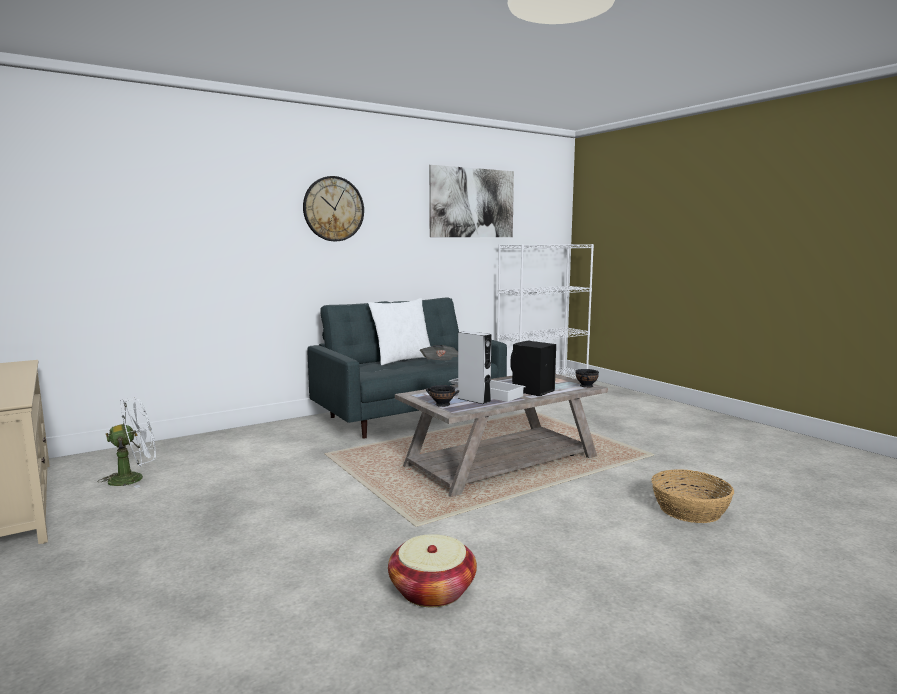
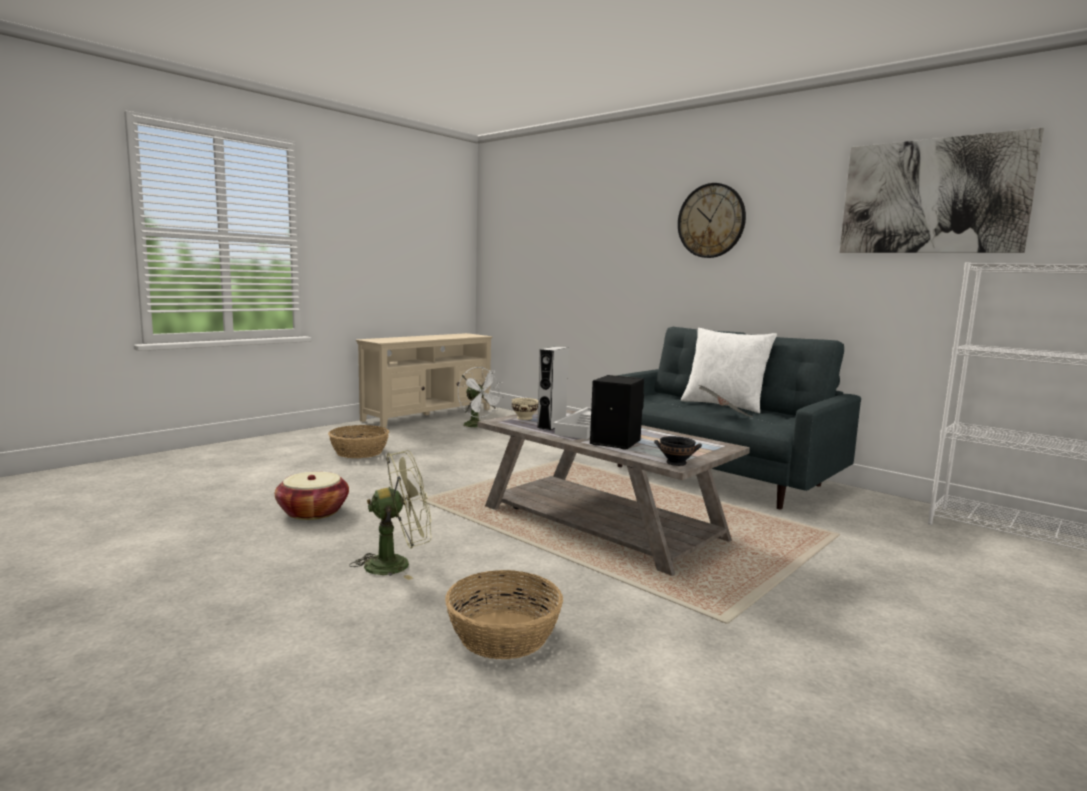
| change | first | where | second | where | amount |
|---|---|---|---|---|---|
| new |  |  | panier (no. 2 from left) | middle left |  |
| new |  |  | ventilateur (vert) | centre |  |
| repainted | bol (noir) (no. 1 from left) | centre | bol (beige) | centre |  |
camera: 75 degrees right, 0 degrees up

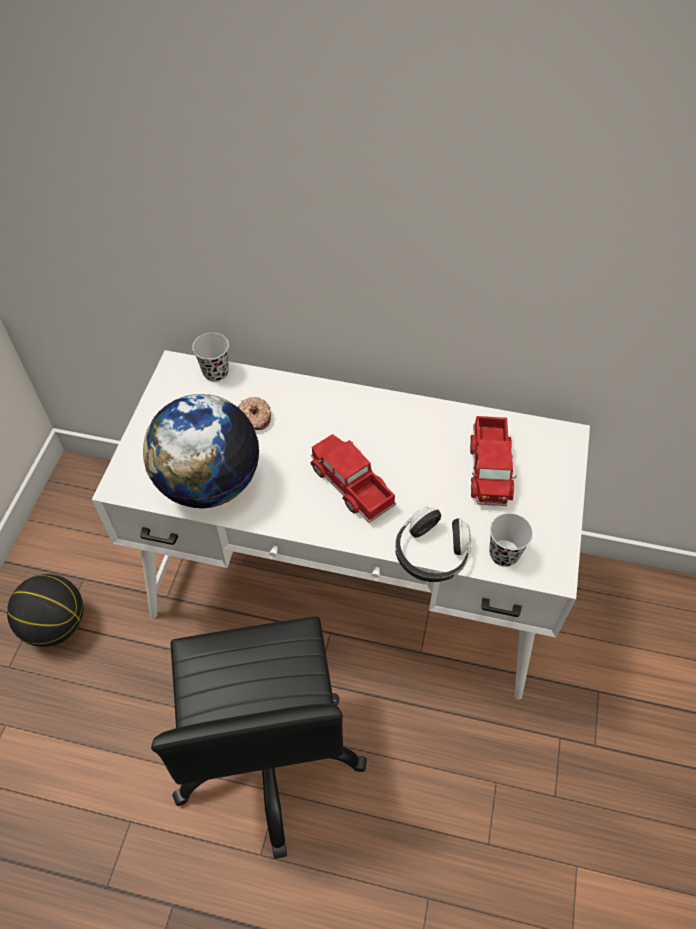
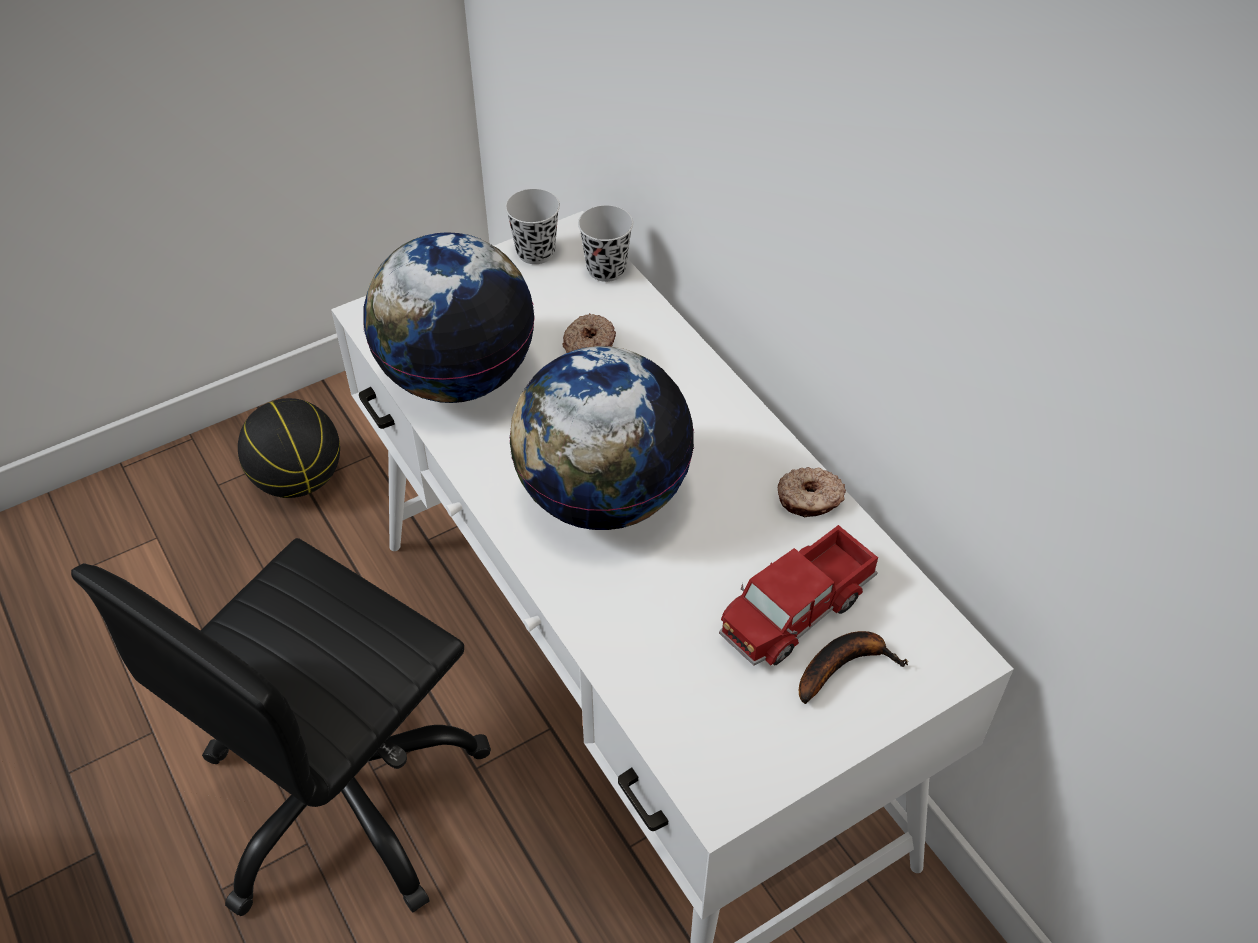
| change | first | where | second | where | amount |
|---|---|---|---|---|---|
| gone | casque audio | centre |  |  |  |
| new |  |  | beignet (no. 2 from left) | centre |  |
| new |  |  | banane | bottom right |  |
| shifted | tasse (noir) (no. 2 from left in the first image) | middle right | tasse (noir) (no. 1 from left) | top centre |  |
| swapped | camion jouet (no. 1 from left) | centre | globe (no. 2 from left) | centre |  |
camera: 45 degrees right, 5 degrees down

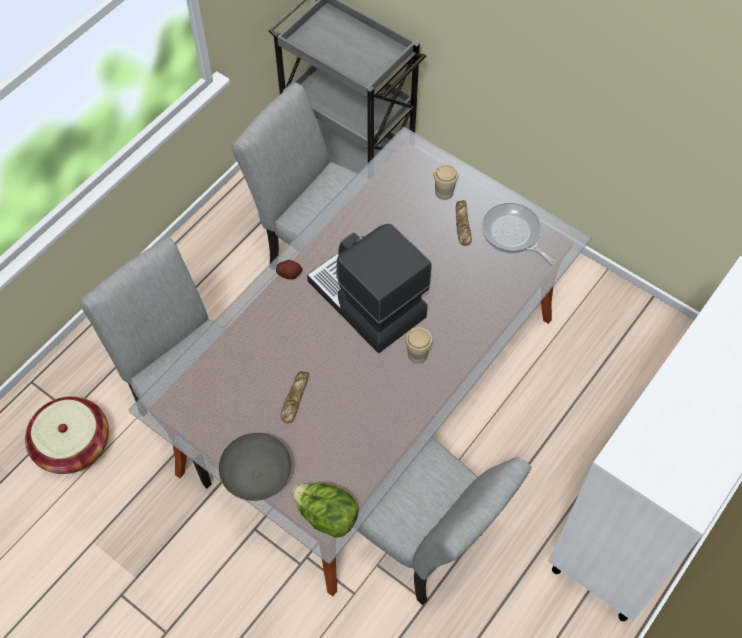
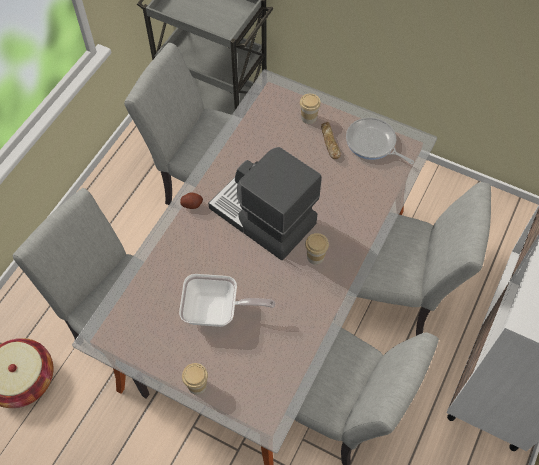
| change | first | where | second | where | amount |
|---|---|---|---|---|---|
| gone | laitue | bottom centre |  |  |  |
| new |  |  | chaise (gris) (no. 4 from left) | middle right |  |
| swapped | bol (gris) | bottom centre | tasse (no. 1 from left) | bottom centre |  |
| swapped | pain (no. 1 from left) | centre | poêle (no. 1 from left) | centre |  |
camera: 10 degrees left, 0 degrees up

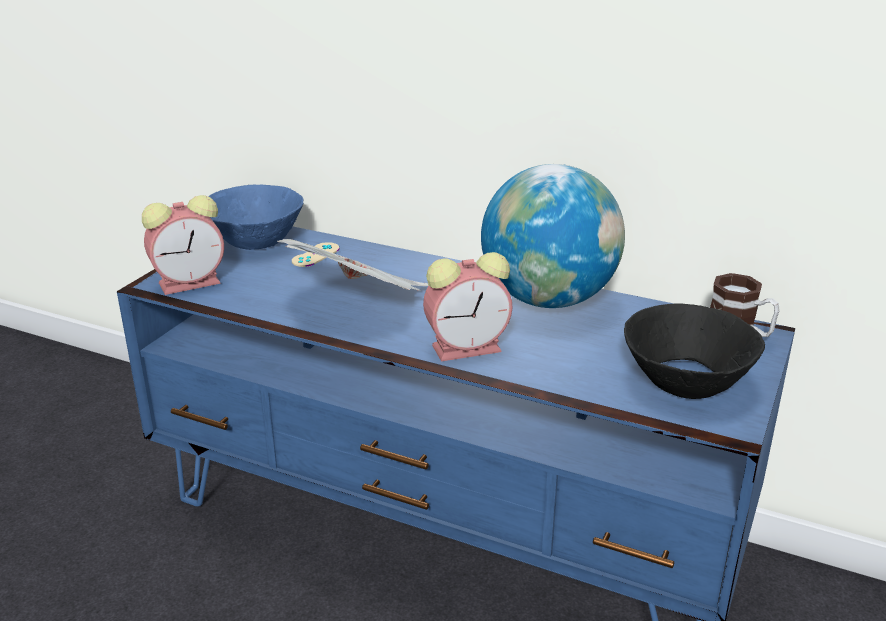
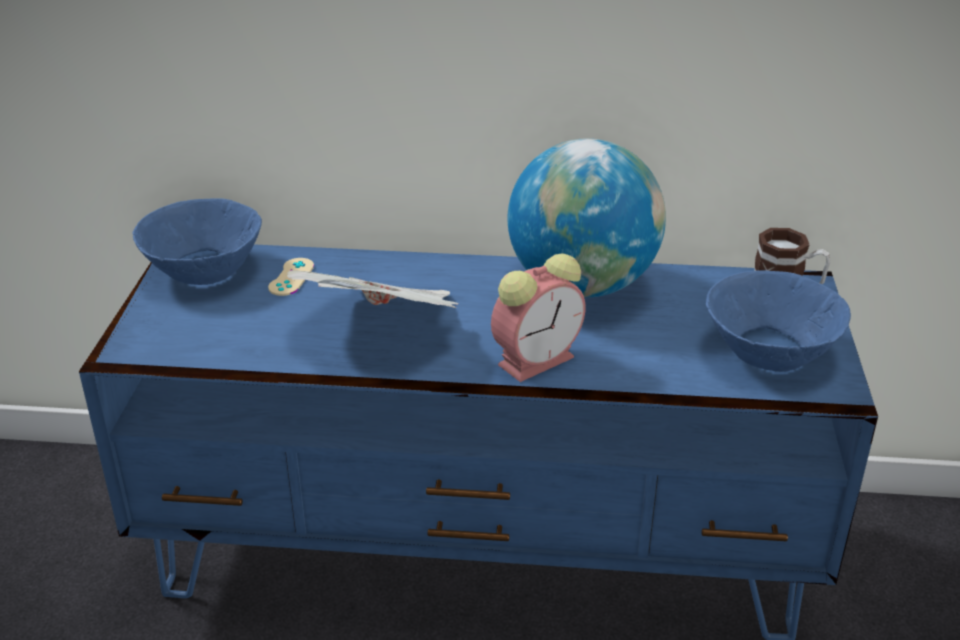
| change | first | where | second | where | amount |
|---|---|---|---|---|---|
| gone | réveil (no. 1 from left) | middle left |  |  |  |
| repainted | bol (noir) | middle right | bol (bleu) (no. 2 from left) | middle right |  |
camera: 20 degrees left, 5 degrees up

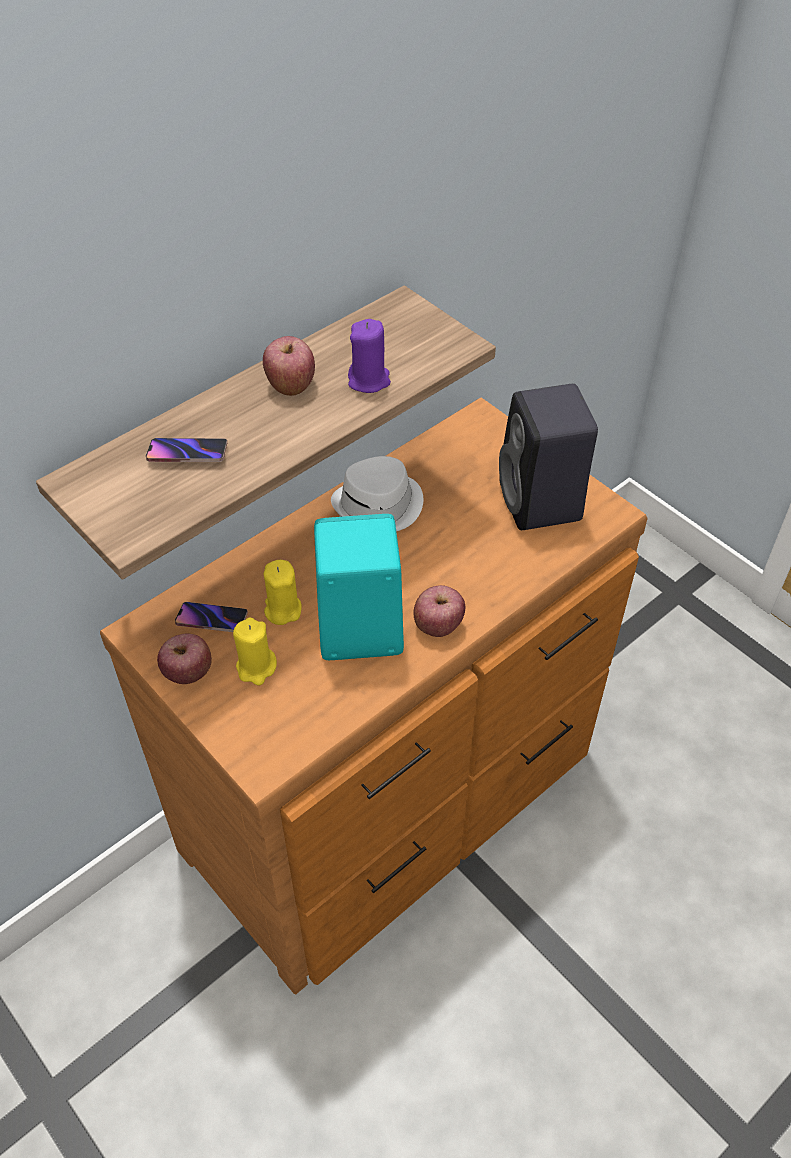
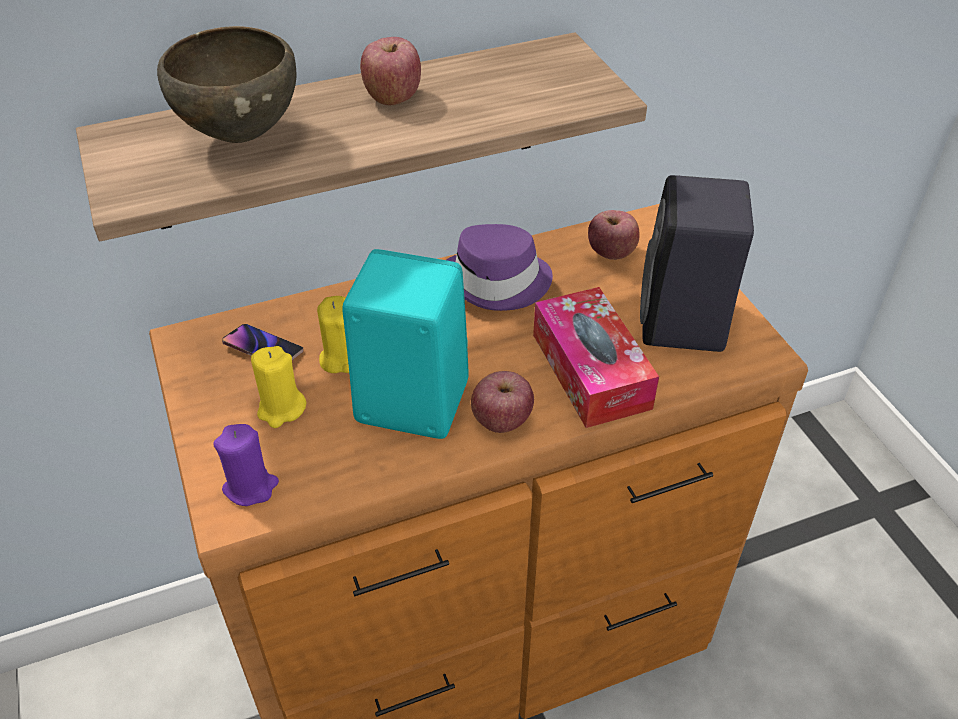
| change | first | where | second | where | amount |
|---|---|---|---|---|---|
| new |  |  | boîte à mouchoirs | centre |  |
| shifted | pomme (no. 1 from left in the first image) | middle left | pomme (no. 3 from left) | top centre |  |
| shifted | bougie (violet) | top centre |  | middle left |  |
| swapped | téléphone (no. 1 from left) | middle left | bol (marron) | top left |  |
| repainted | chapeau (blanc) | centre | chapeau (violet) | centre |  |
camera: 20 degrees right, 5 degrees down

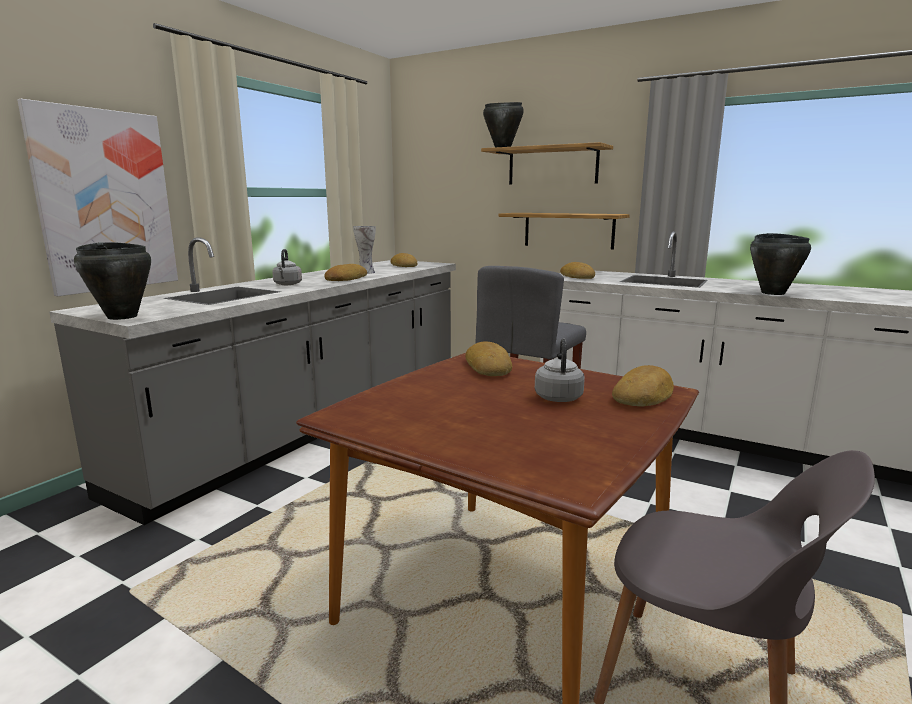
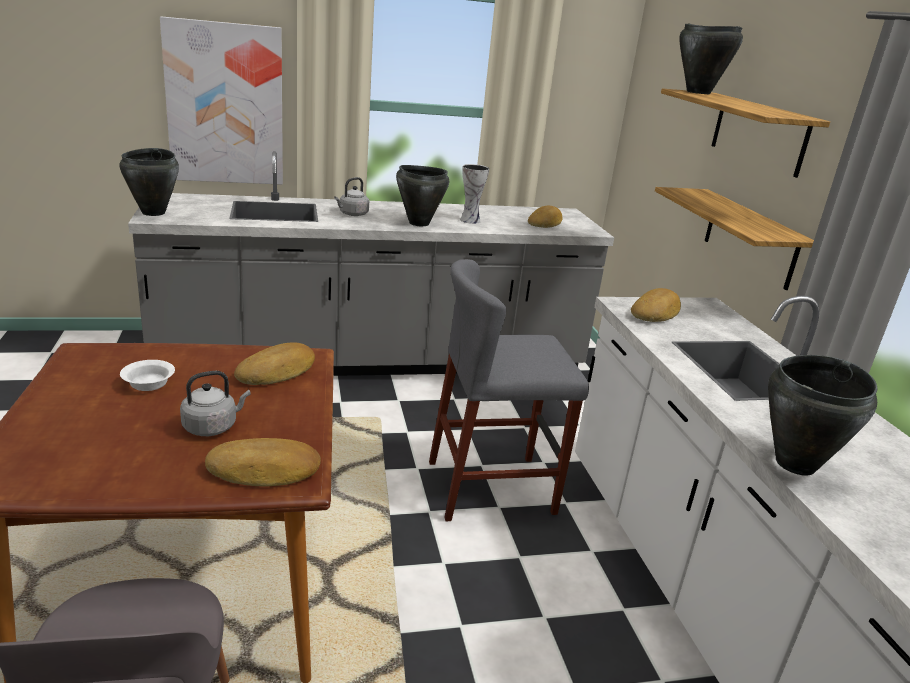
| change | first | where | second | where | amount |
|---|---|---|---|---|---|
| new |  |  | bol (blanc) | middle left |  |
| swapped | pain (no. 1 from left) | centre | marmite (noir) (no. 2 from left) | top centre |  |
camera: 45 degrees right, 10 degrees up

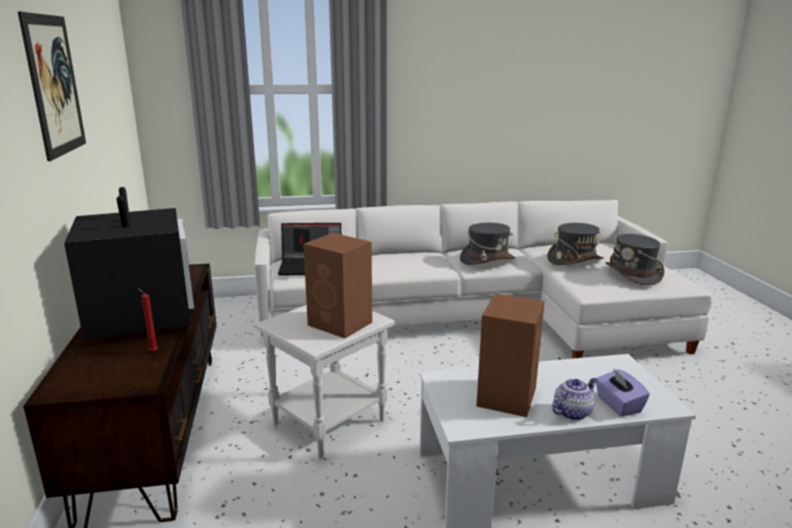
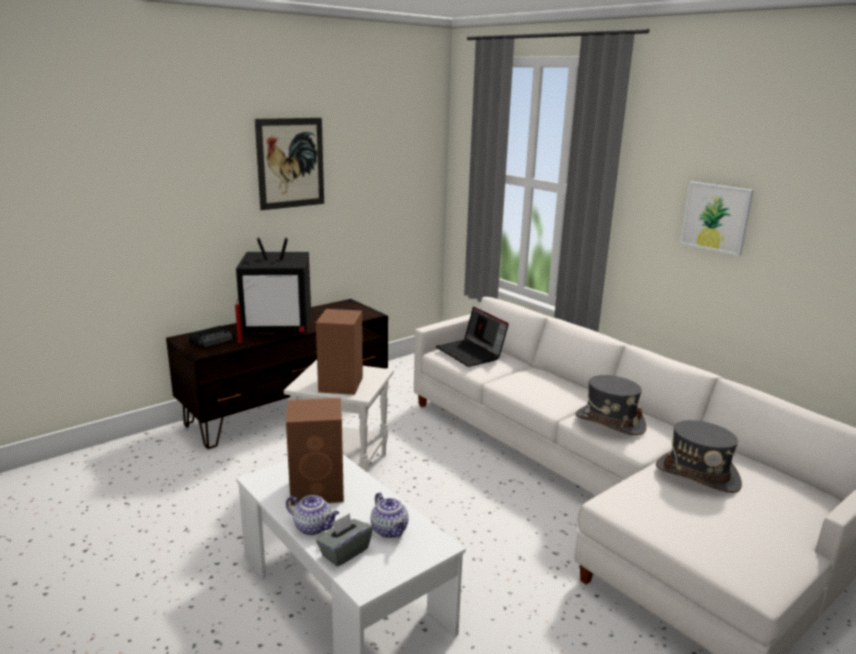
| change | first | where | second | where | amount |
|---|---|---|---|---|---|
| gone | chapeau (gris) (no. 3 from left) | middle right |  |  |  |
| new |  |  | radio | middle left |  |
| new |  |  | théière (no. 2 from left) | bottom centre |  |
| new |  |  | tableau (no. 2 from left) | middle right |  |
| repainted | boîte à mouchoirs (violet) | bottom right | boîte à mouchoirs (gris) | bottom centre |  |
| rotated | téléviseur | middle left |  | middle left | 45 degrees clockwise |
camera: 60 degrees right, 0 degrees up

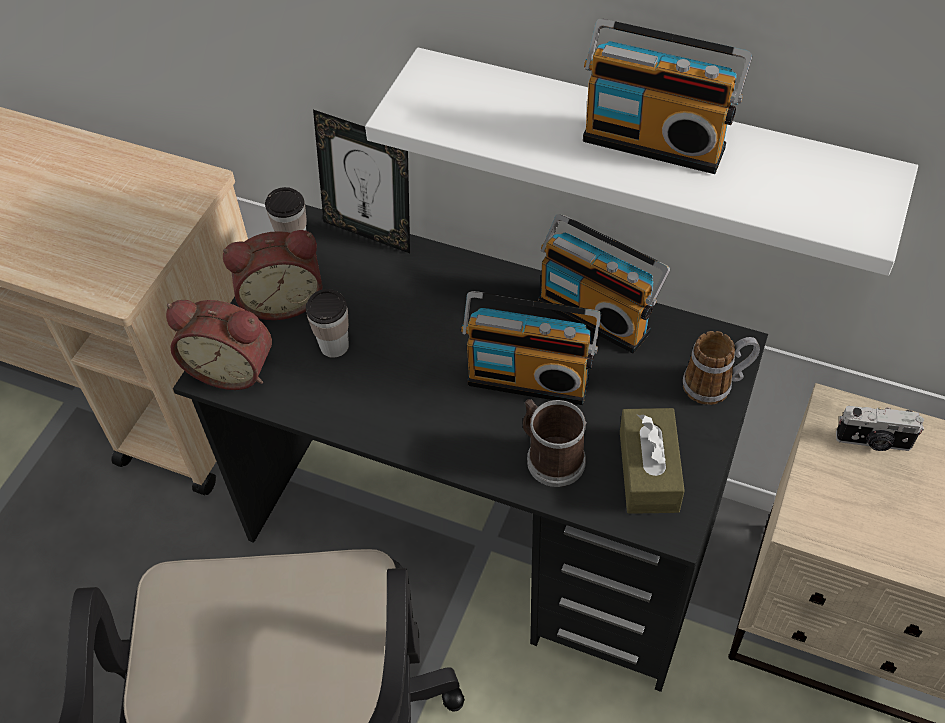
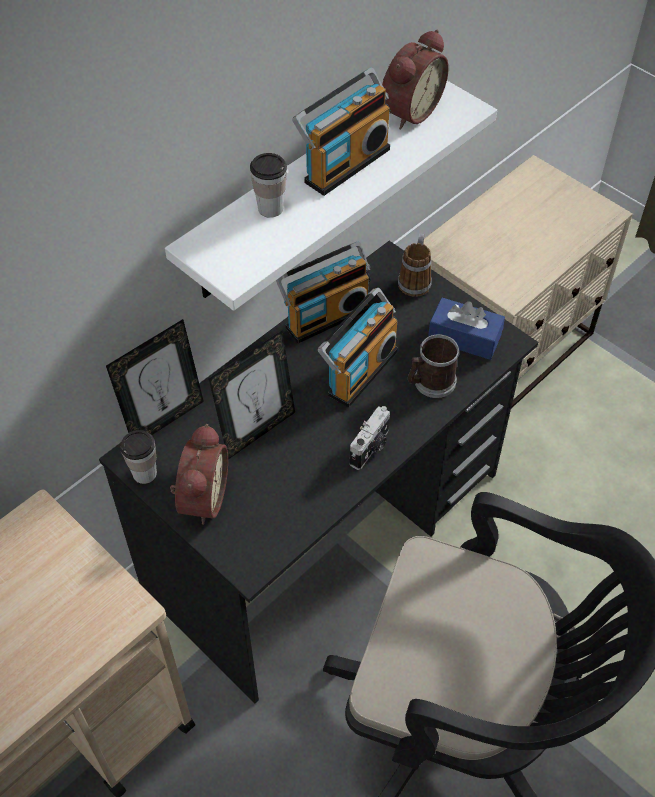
| change | first | where | second | where | amount |
|---|---|---|---|---|---|
| new |  |  | cadre photo (no. 2 from left) | centre |  |
| shifted | réveil (no. 1 from left in the first image) | middle left | réveil (no. 2 from left) | top centre |  |
| shifted | tasse (no. 2 from left) | centre |  | top centre |  |
| shifted | appareil photo | middle right |  | centre |  |
| repainted | boîte à mouchoirs (marron) | middle right | boîte à mouchoirs (bleu) | middle right |  |
camera: 70 degrees left, 0 degrees up

